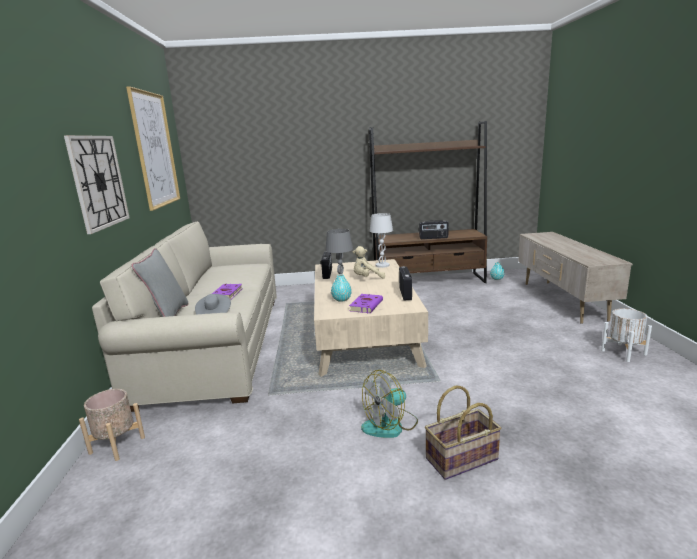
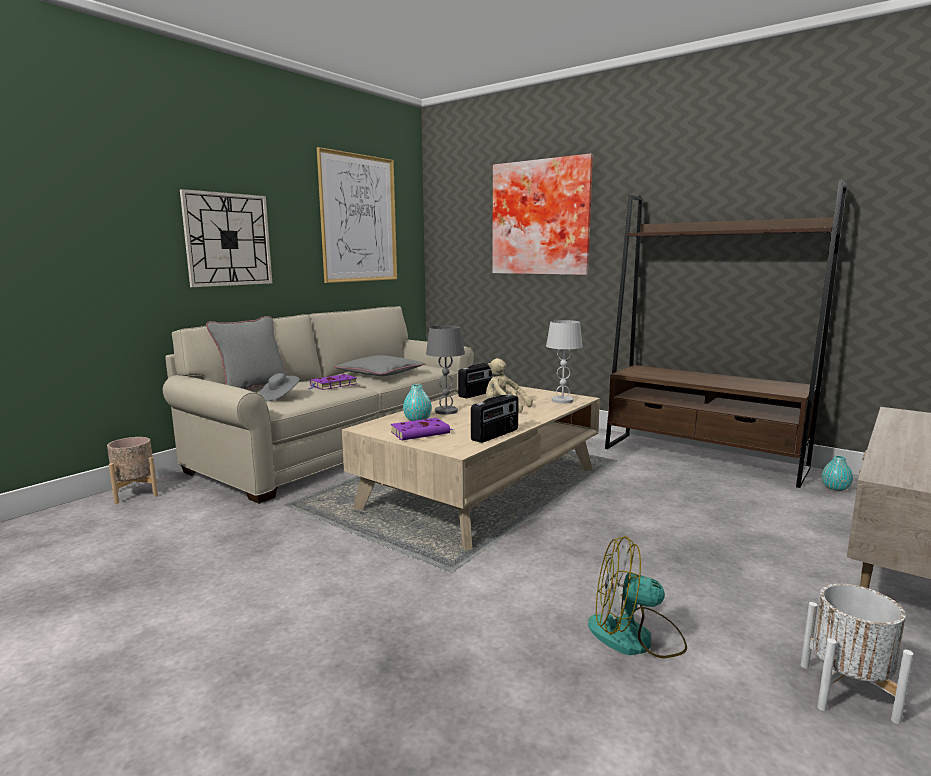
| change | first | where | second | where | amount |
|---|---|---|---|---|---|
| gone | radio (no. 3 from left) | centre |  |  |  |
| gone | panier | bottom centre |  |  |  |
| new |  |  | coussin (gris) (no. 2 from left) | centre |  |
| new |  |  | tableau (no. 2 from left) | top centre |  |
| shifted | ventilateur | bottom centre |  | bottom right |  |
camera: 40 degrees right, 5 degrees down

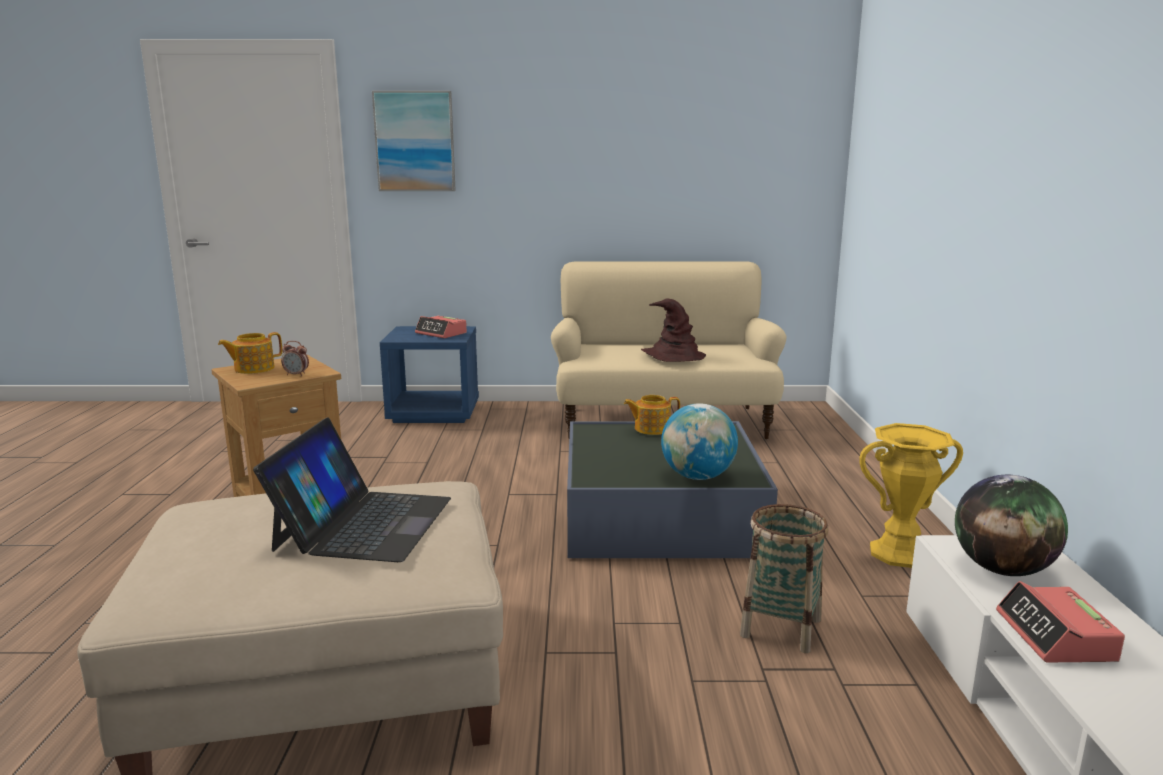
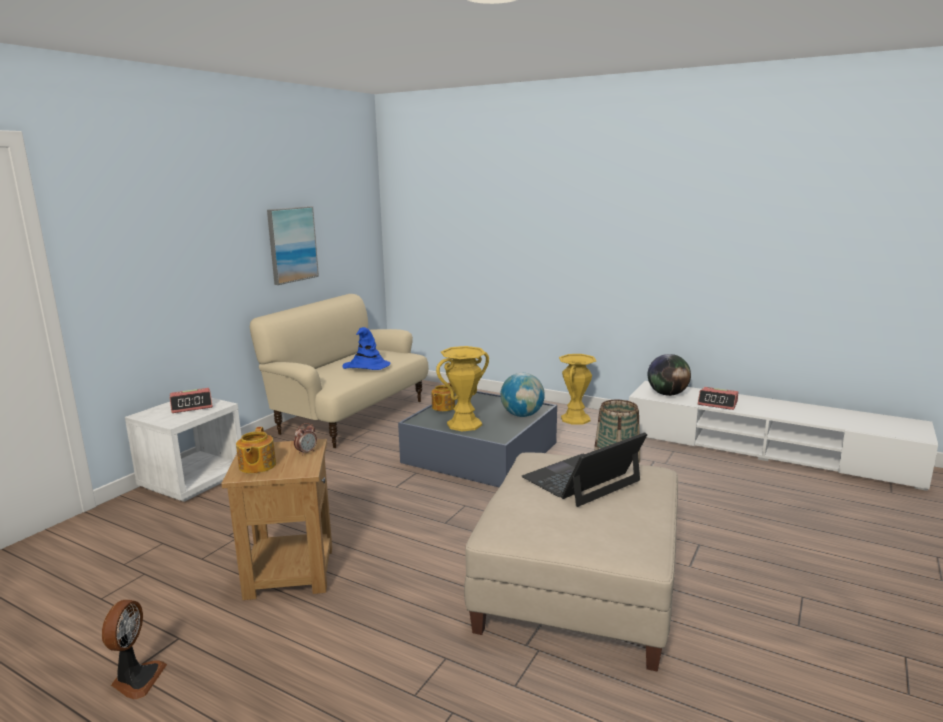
| change | first | where | second | where | amount |
|---|---|---|---|---|---|
| new |  |  | ventilateur | bottom left |  |
| new |  |  | vase (jaune) (no. 1 from left) | centre |  |
| shifted | tableau | top centre |  | middle left |  |
| repainted | table de chevet (bleu) | centre | table de chevet (blanc) | middle left |  |
| repainted | chapeau (marron) | centre | chapeau (bleu) | centre |  |
| rotated | ordinateur portable | middle left |  | centre | 75 degrees counterclockwise |
camera: 60 degrees left, 0 degrees up

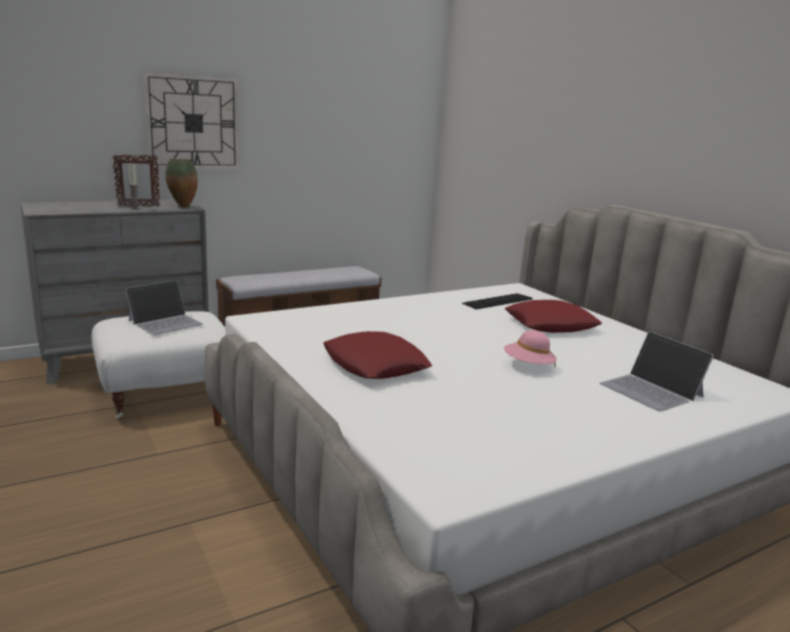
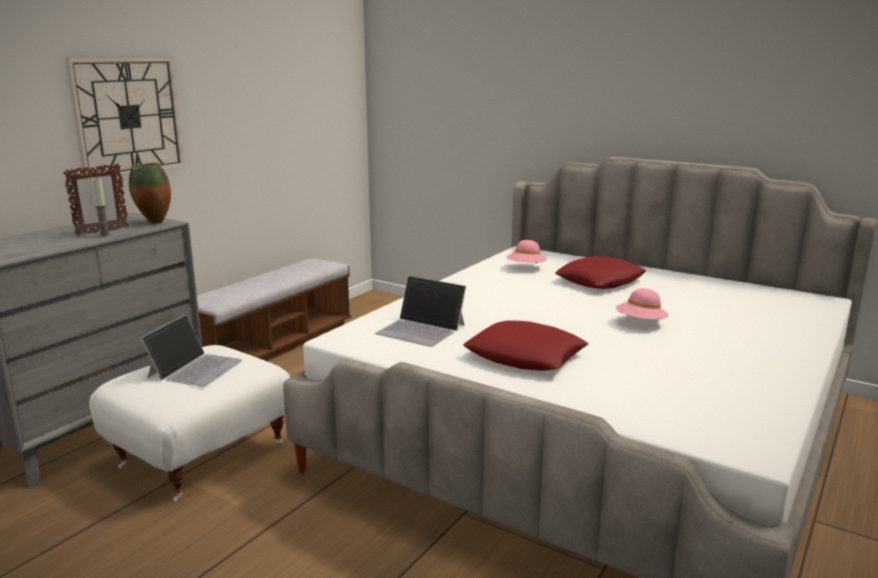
| change | first | where | second | where | amount |
|---|---|---|---|---|---|
| shifted | ordinateur portable (no. 2 from left) | middle right |  | centre |  |
| swapped | clavier | centre | chapeau (rose) (no. 1 from left) | centre |  |
camera: 25 degrees left, 0 degrees up

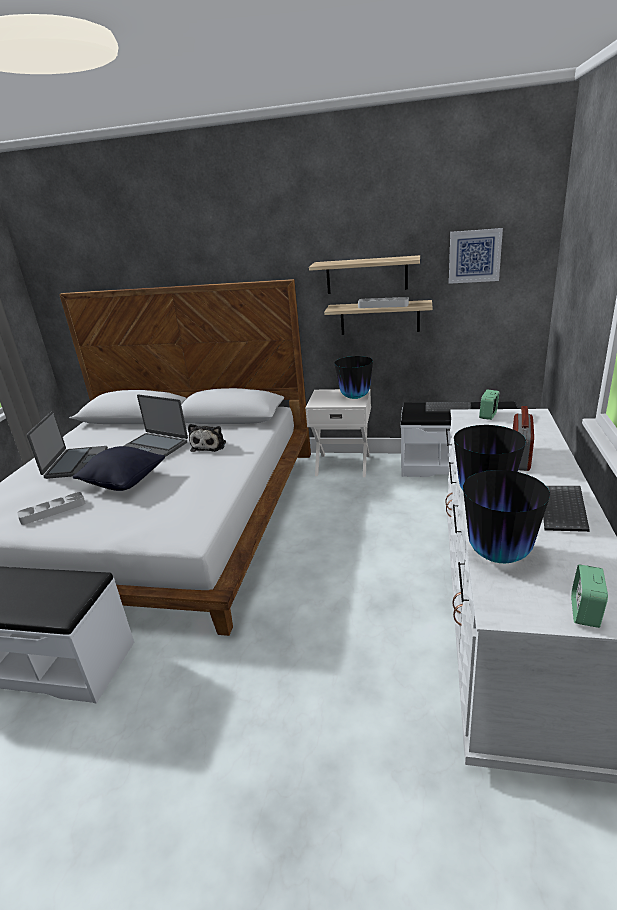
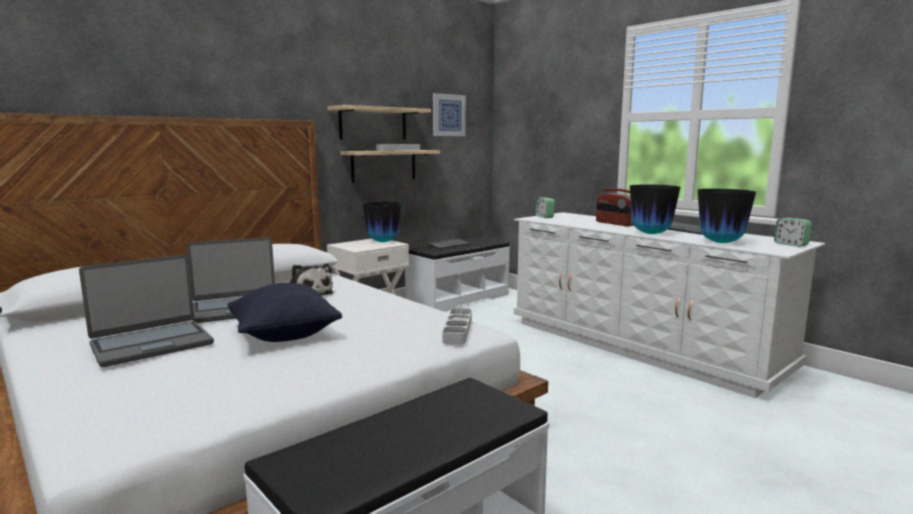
| change | first | where | second | where | amount |
|---|---|---|---|---|---|
| shifted | plateau (gris) (no. 1 from left in the first image) | middle left | plateau (gris) (no. 2 from left) | centre |  |
| rotated | ordinateur portable (no. 1 from left) | middle left |  | middle left | 105 degrees clockwise |
camera: 55 degrees left, 15 degrees down

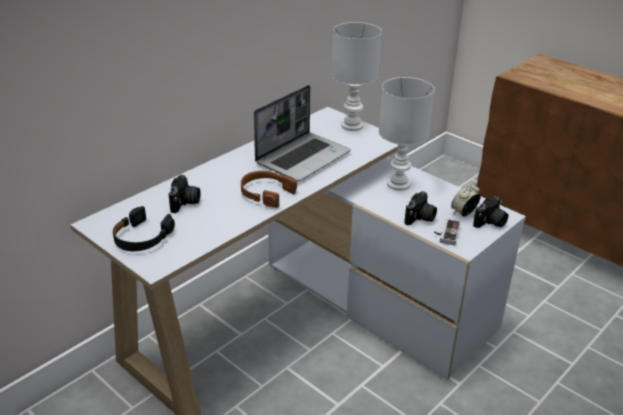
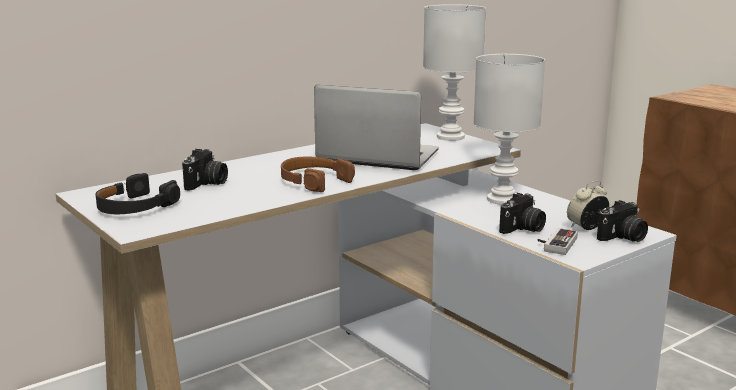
| change | first | where | second | where | amount |
|---|---|---|---|---|---|
| rotated | ordinateur portable | top centre |  | top centre | 120 degrees counterclockwise |
camera: 10 degrees right, 15 degrees down

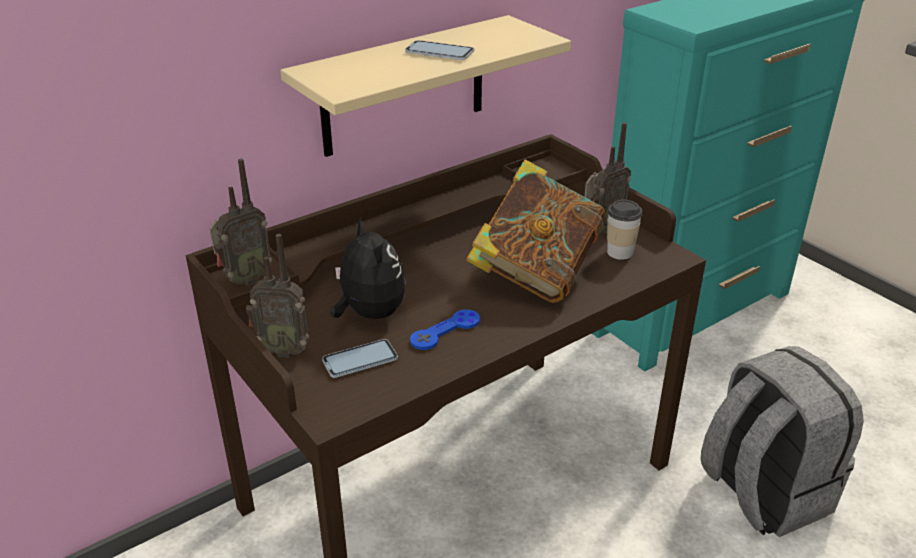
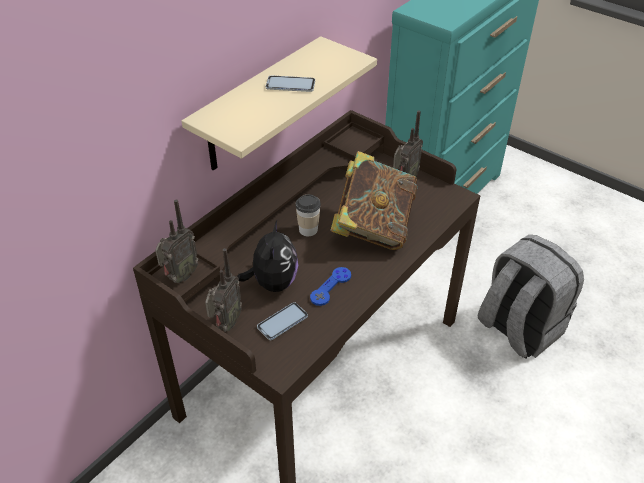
| change | first | where | second | where | amount |
|---|---|---|---|---|---|
| shifted | tasse | middle right |  | centre |  |
| rotated | radio (no. 2 from left) | middle left |  | centre | 60 degrees counterclockwise |
| rotated | peluche | centre |  | centre | 45 degrees clockwise |
camera: 15 degrees left, 10 degrees up

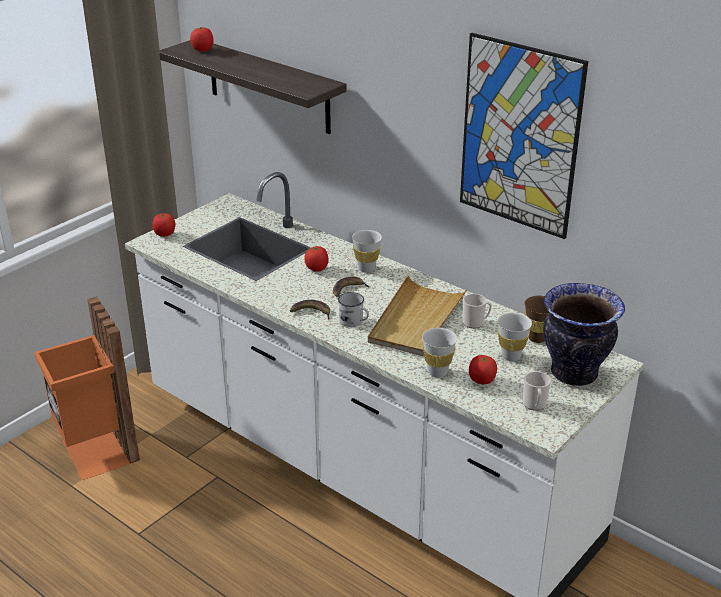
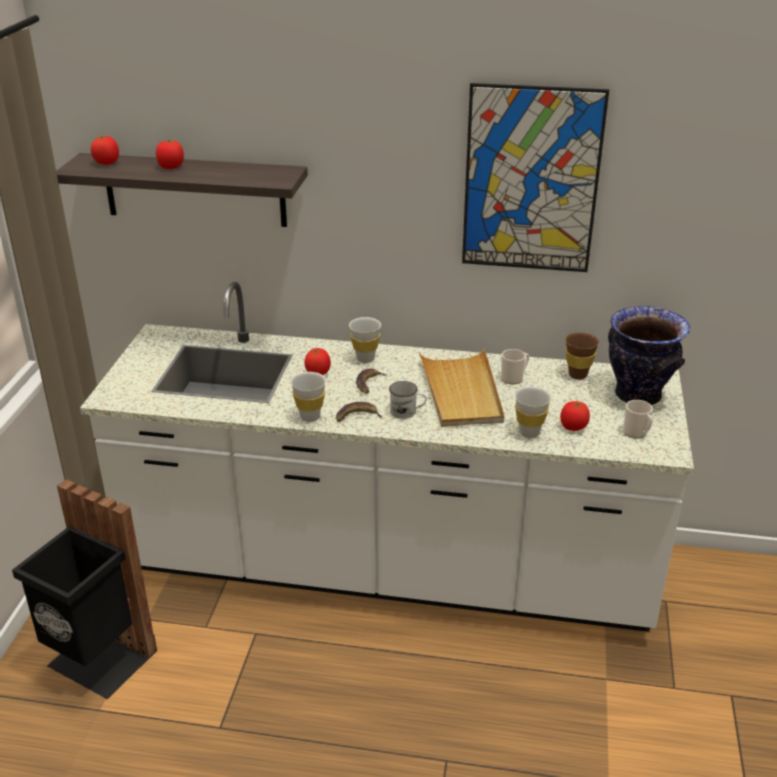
| change | first | where | second | where | amount |
|---|---|---|---|---|---|
| shifted | tomate (no. 1 from left in the first image) | middle left | tomate (no. 2 from left) | top left |  |
| shifted | tasse (blanc) (no. 3 from left in the first image) | middle right | tasse (blanc) (no. 1 from left) | centre |  |
| repainted | poubelle (orange) | middle left | poubelle (noir) | bottom left |  |
camera: 30 degrees left, 0 degrees up

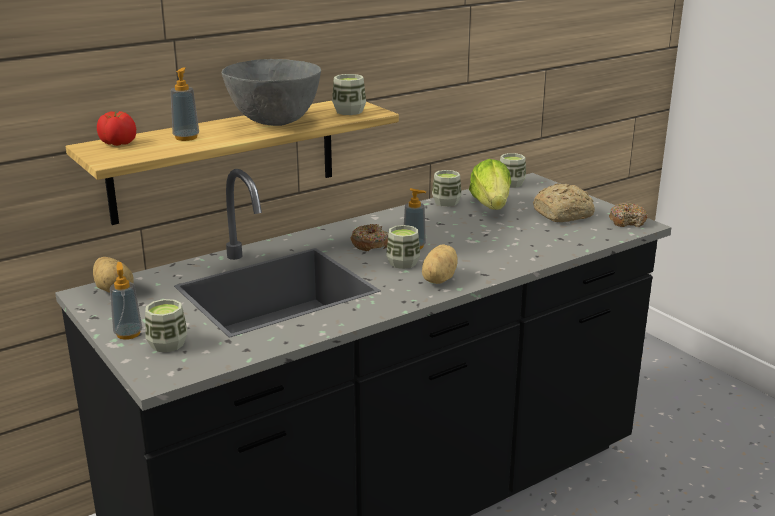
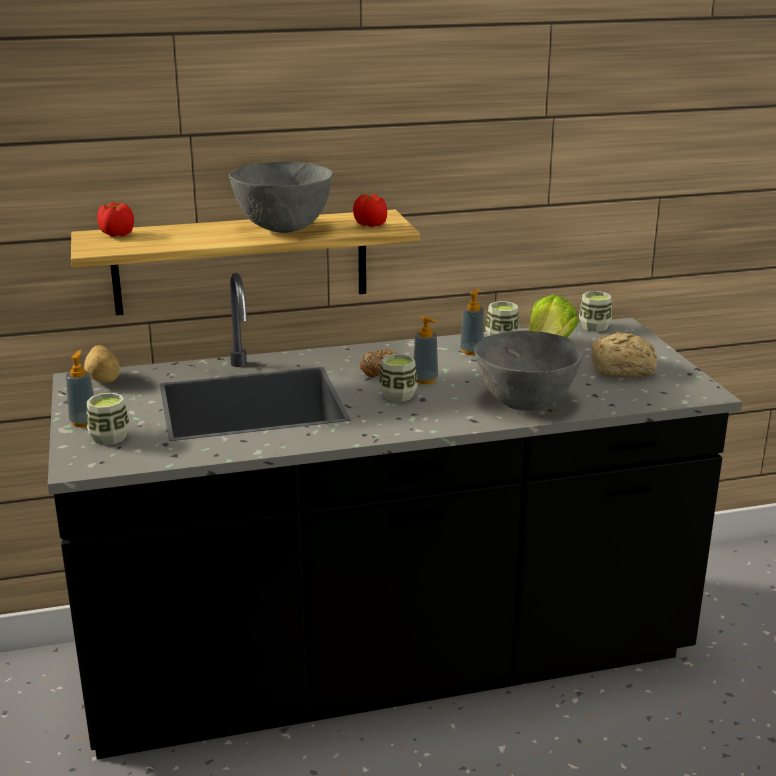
| change | first | where | second | where | amount |
|---|---|---|---|---|---|
| gone | pomme de terre (no. 2 from left) | centre |  |  |  |
| gone | beignet (no. 2 from left) | middle right |  |  |  |
| new |  |  | bol (gris) (no. 2 from left) | middle right |  |
| shifted | distributeur de savon (no. 2 from left in the first image) | top left | distributeur de savon (no. 3 from left) | centre |  |
| swapped | tasse (no. 2 from left) | top centre | tomate (no. 2 from left) | top centre |  |
camera: 20 degrees right, 0 degrees up

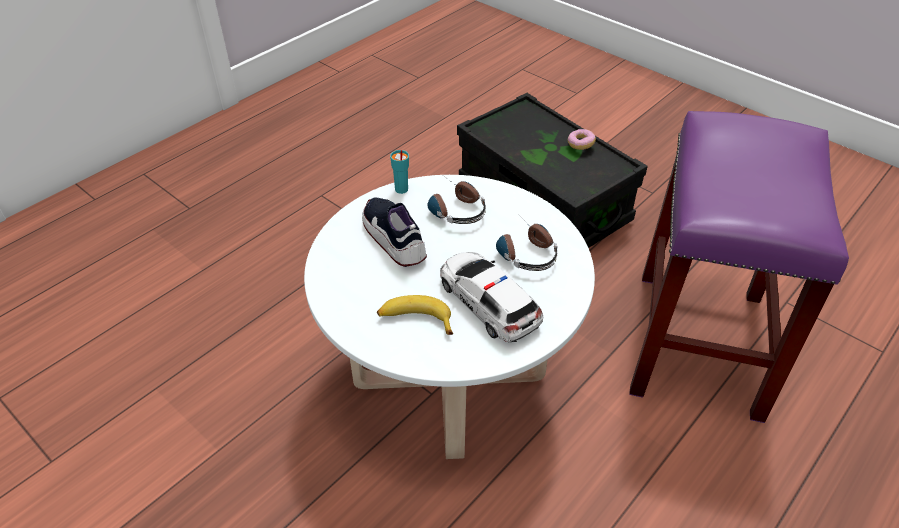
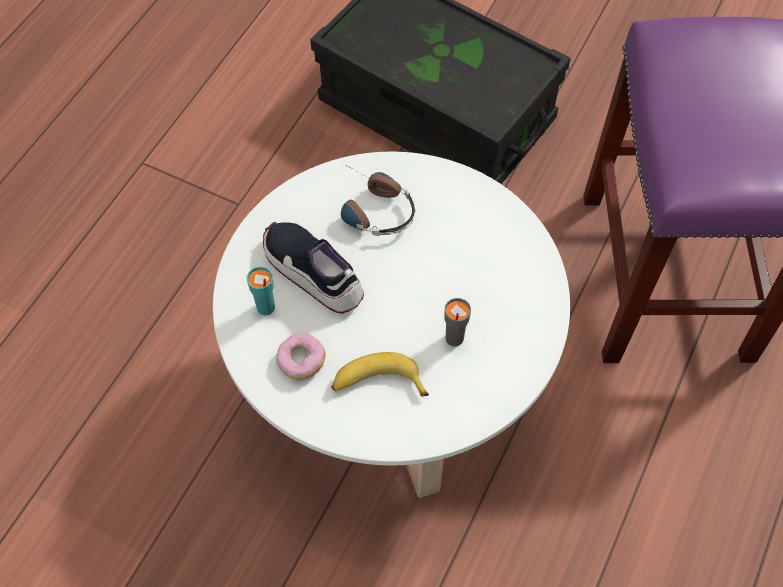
| change | first | where | second | where | amount |
|---|---|---|---|---|---|
| gone | casque audio (no. 2 from left) | centre |  |  |  |
| shifted | tasse (turquoise) | top centre |  | centre |  |
| shifted | beignet | top centre |  | centre |  |
| swapped | petite voiture | centre | tasse (gris) | centre |  |
camera: 15 degrees left, 15 degrees up

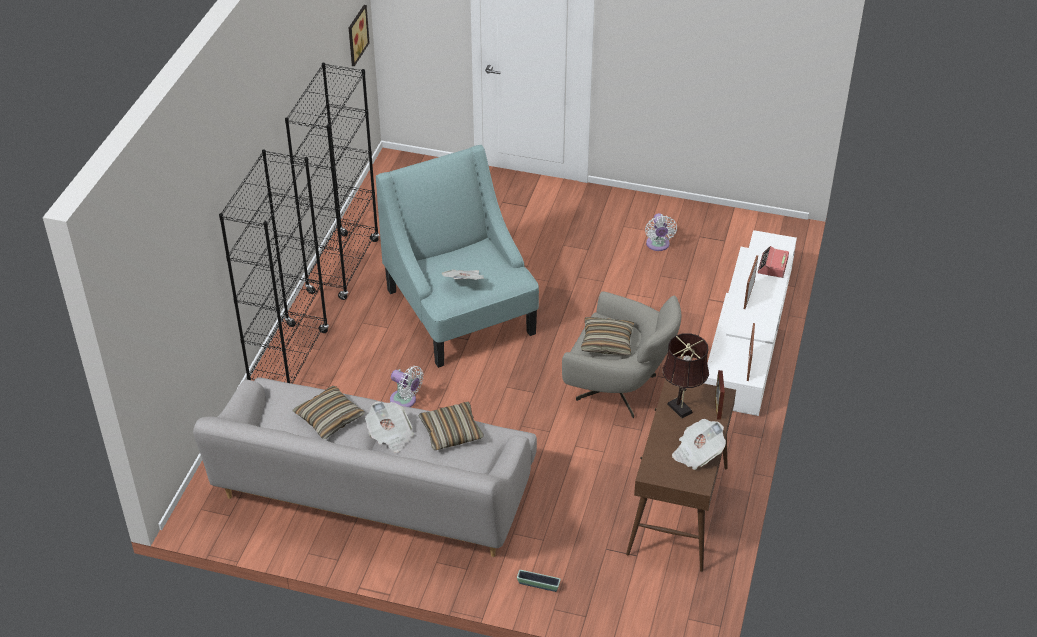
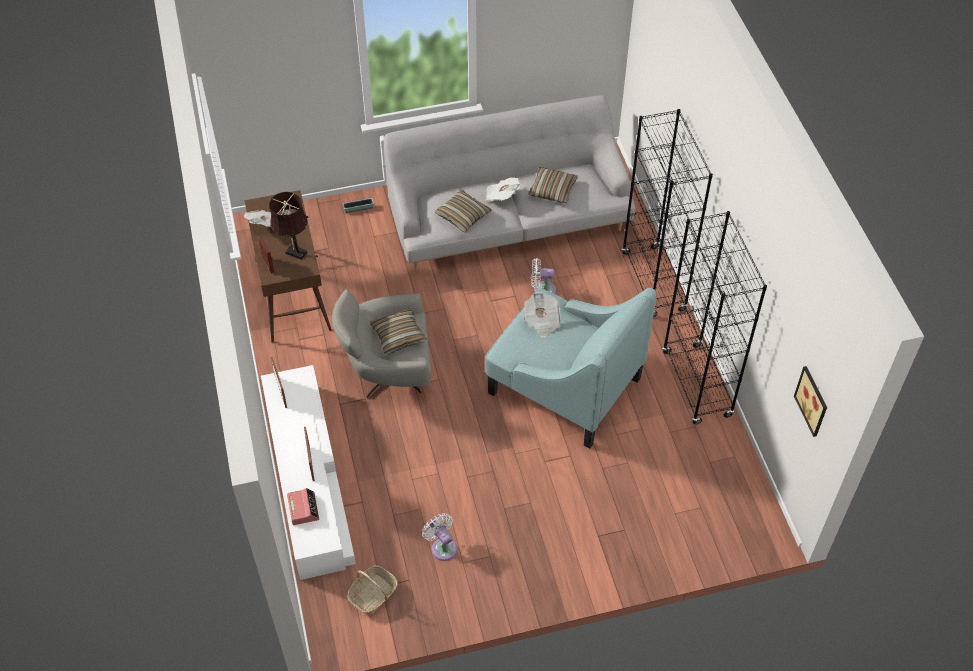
| change | first | where | second | where | amount |
|---|---|---|---|---|---|
| new |  |  | panier | bottom centre |  |
camera: 150 degrees right, 10 degrees up

